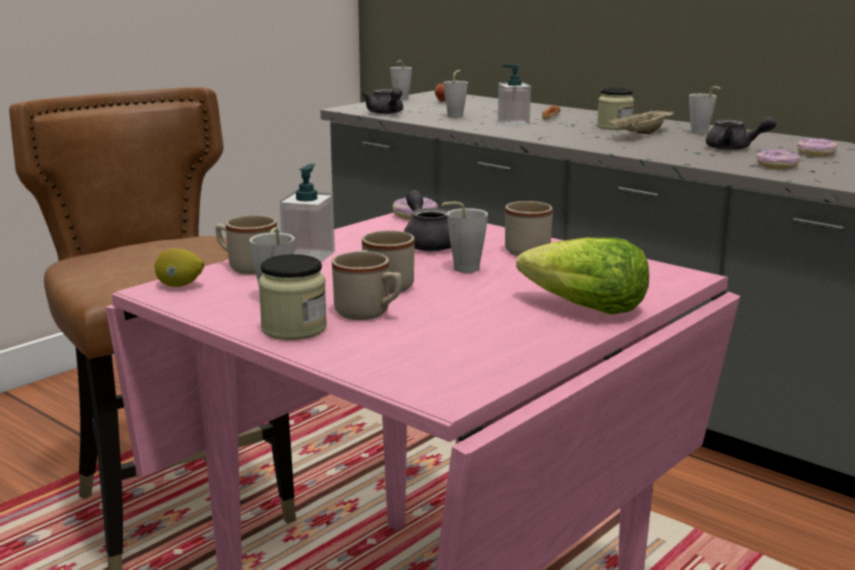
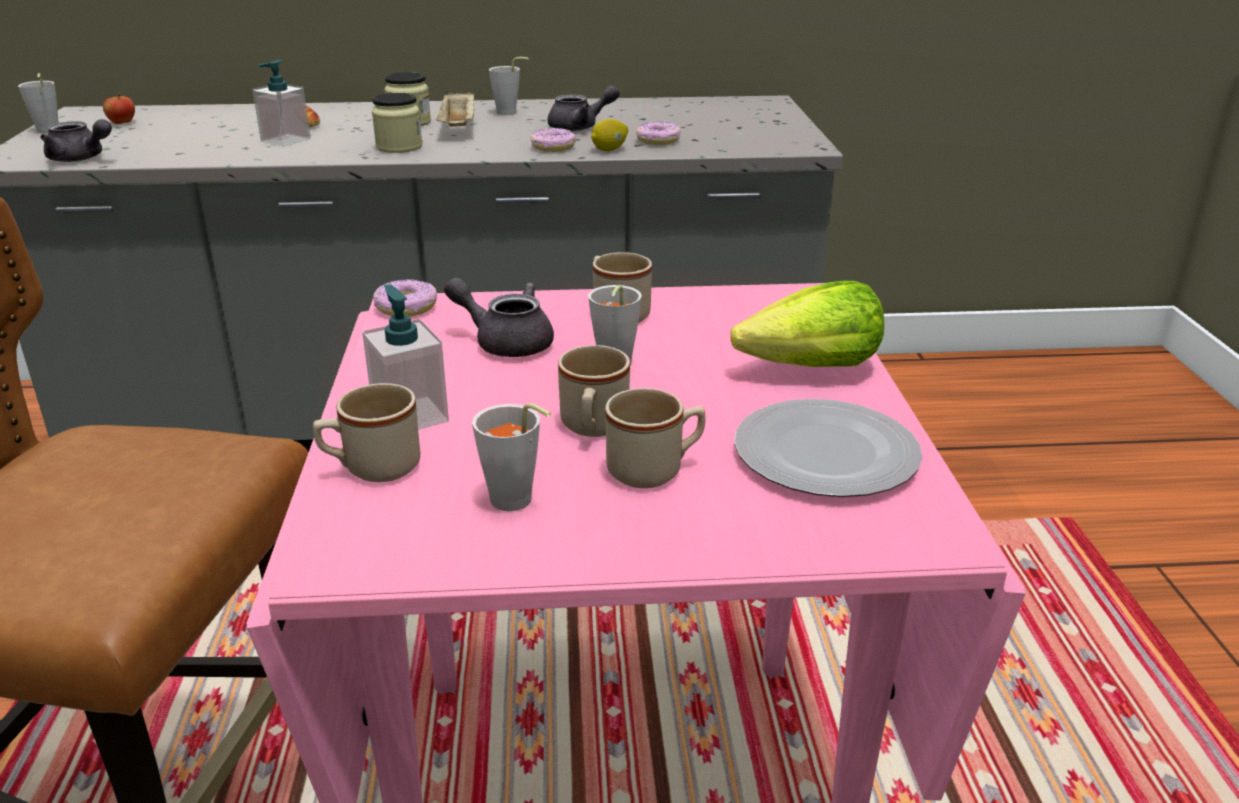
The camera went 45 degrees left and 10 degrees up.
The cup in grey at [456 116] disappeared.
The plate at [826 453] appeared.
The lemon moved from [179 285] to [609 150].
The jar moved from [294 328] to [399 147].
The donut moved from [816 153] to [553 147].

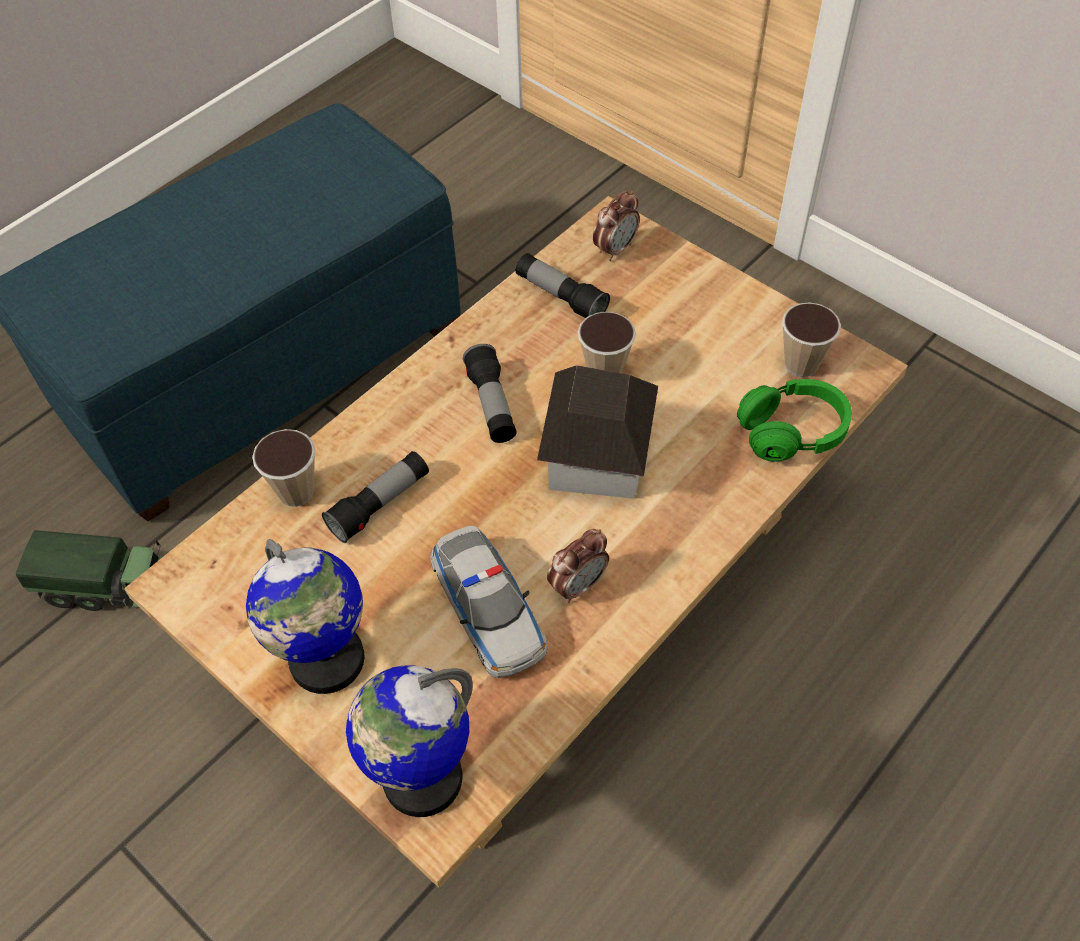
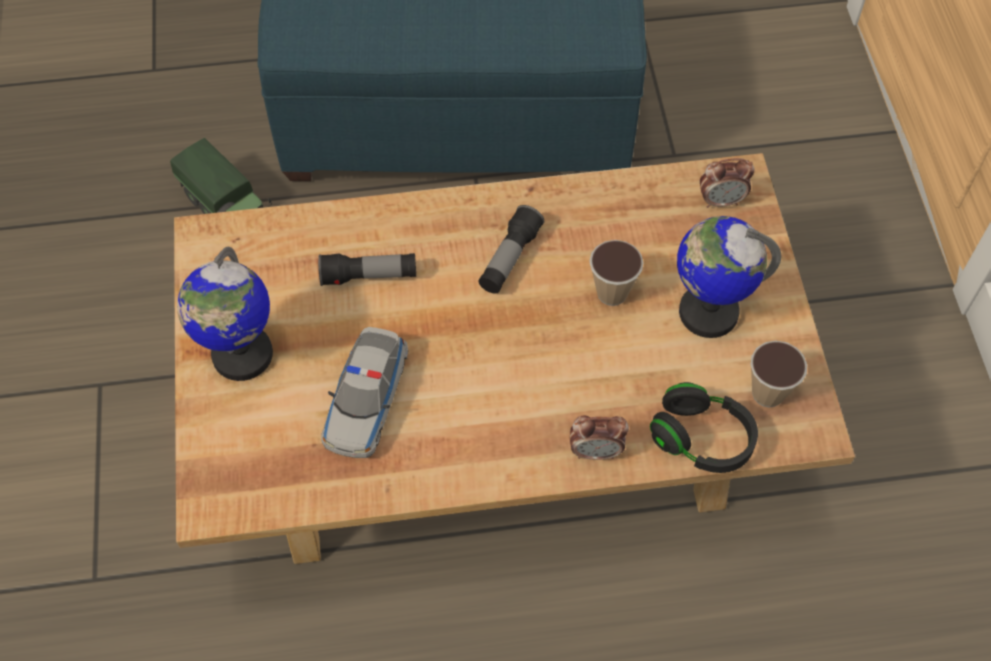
The camera went 40 degrees right and 5 degrees up.
The cup at [296 492] disappeared.
The flashlight at [561 297] disappeared.
The toy house at [596 460] disappeared.
The globe moved from [421 778] to [707 311].
The alarm clock moved from [578 585] to [596 451].
The headphones in green at [792 433] became the headphones in black at [702 439].

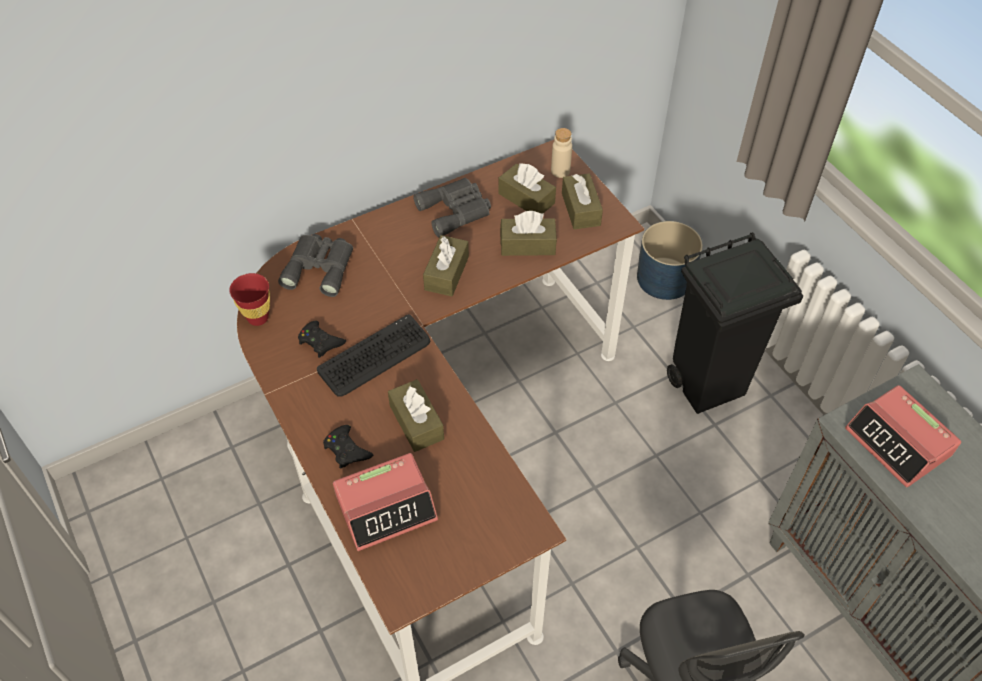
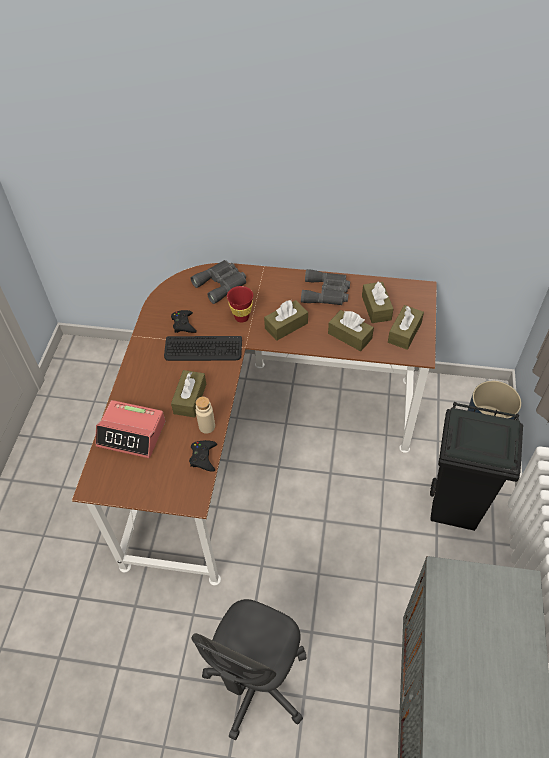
The camera went 40 degrees right and 0 degrees up.
The alarm clock at [898 443] disappeared.
The cup in red moved from [258 318] to [242 317].
The game controller in black moved from [346 450] to [203 457].
The bottle in beige moved from [560 171] to [207 426].

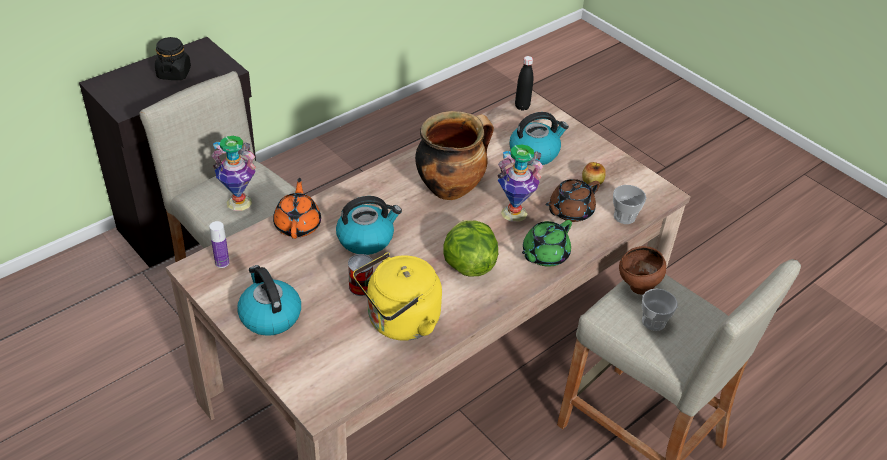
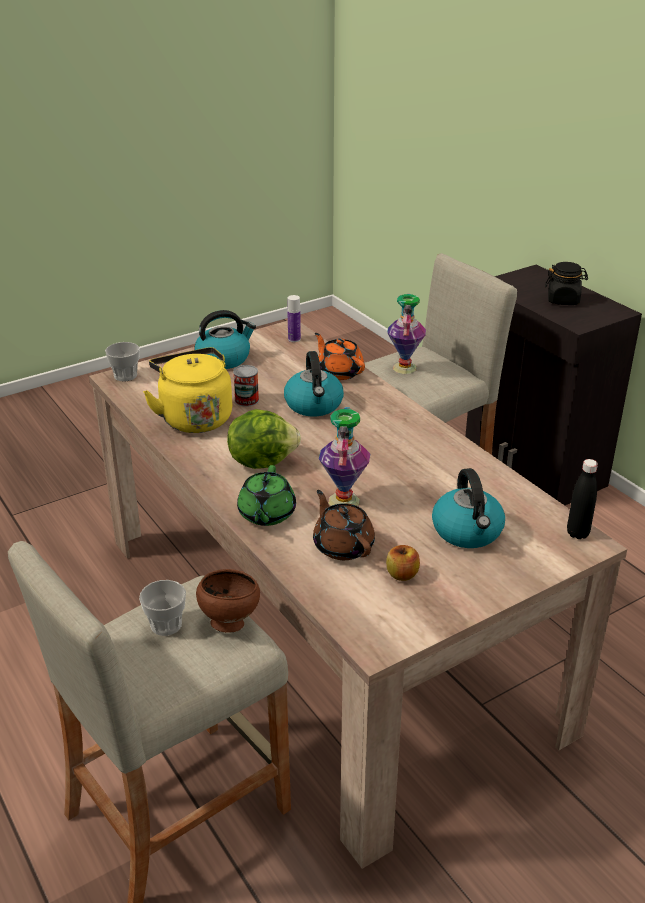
The camera went 100 degrees right and 10 degrees down.
The cooking pot at [450 188] disappeared.
The cup moved from [624 217] to [125 376].
The teapot in orange at [298 225] turned 135 degrees counterclockwise.
The teapot in green at [544 255] turned 135 degrees counterclockwise.

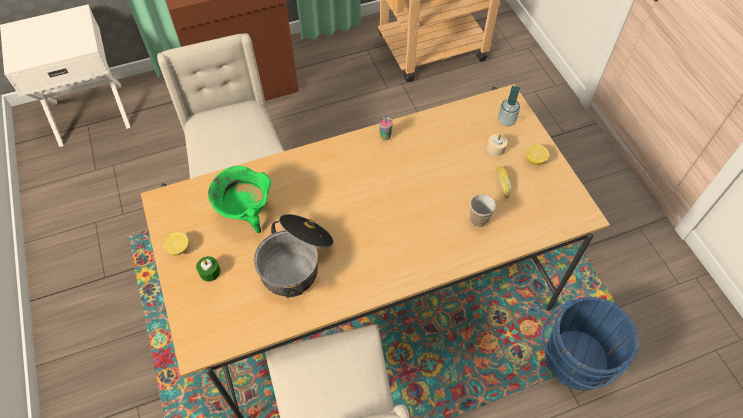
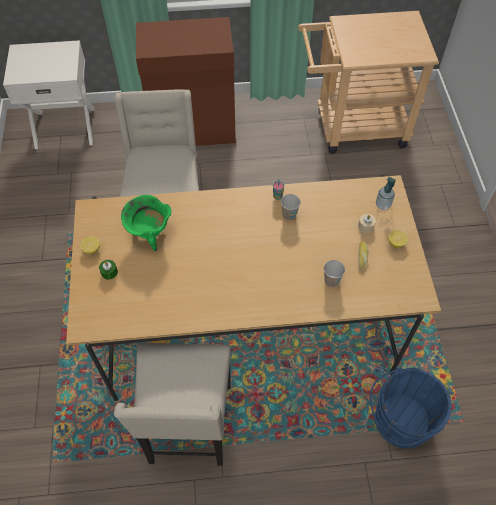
The camera went 15 degrees right and 0 degrees up.
The cooking pot at [296 261] disappeared.
The cup at [289 215] appeared.

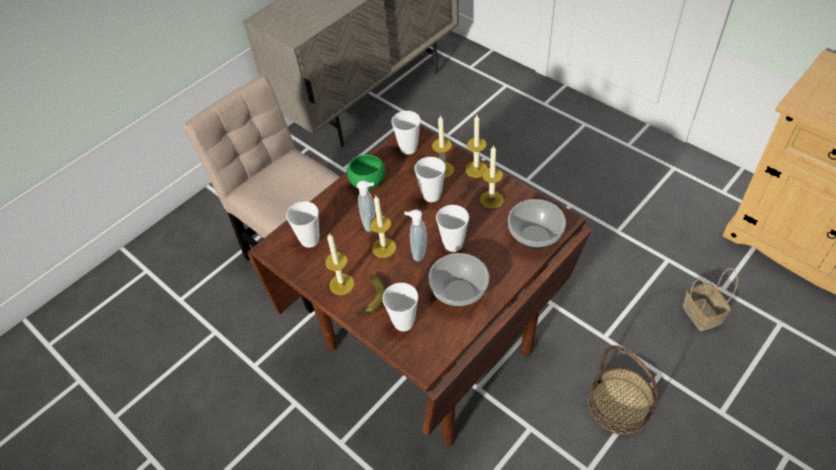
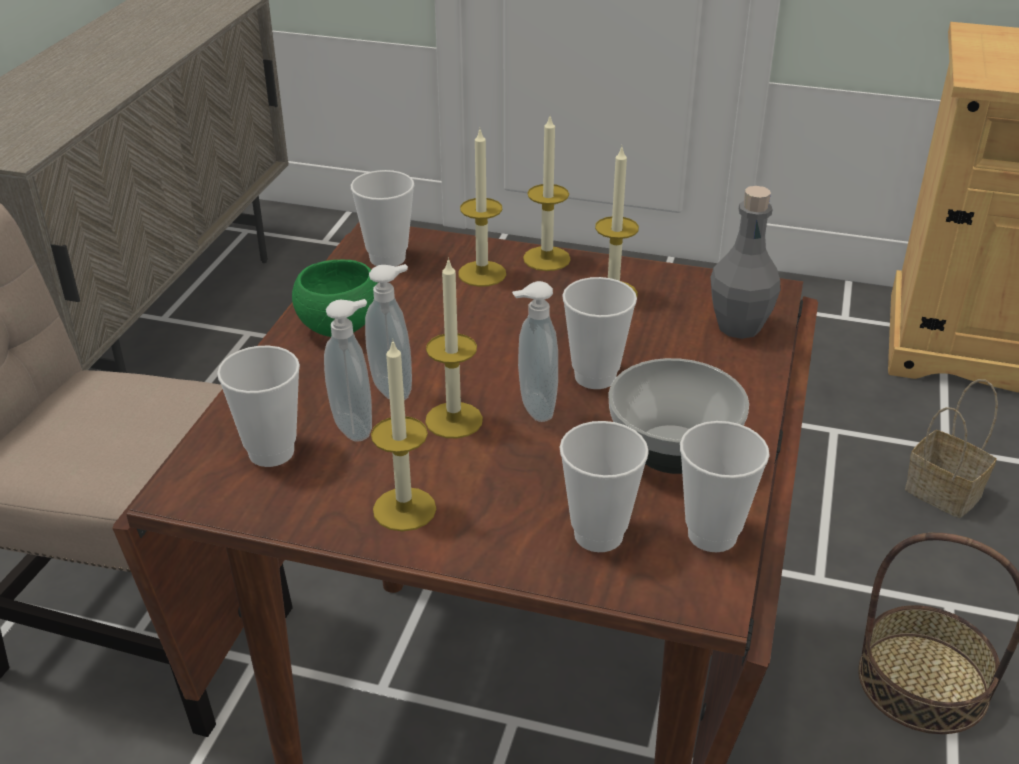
The camera went 30 degrees left and 15 degrees down.
The banana at [372 300] disappeared.
The soap dispenser at [355 426] appeared.
The cup moved from [431 195] to [712 535].
The bowl at [534 237] was replaced by the bottle in grey at [739 327].

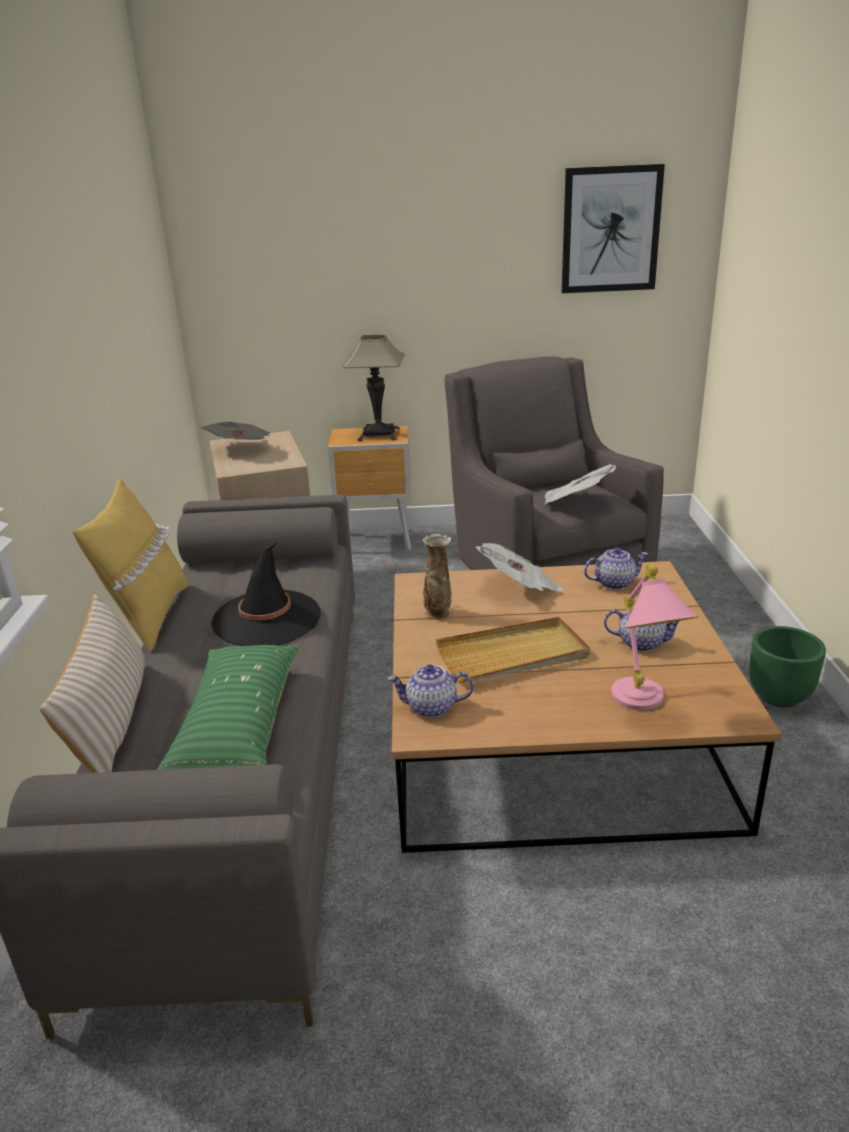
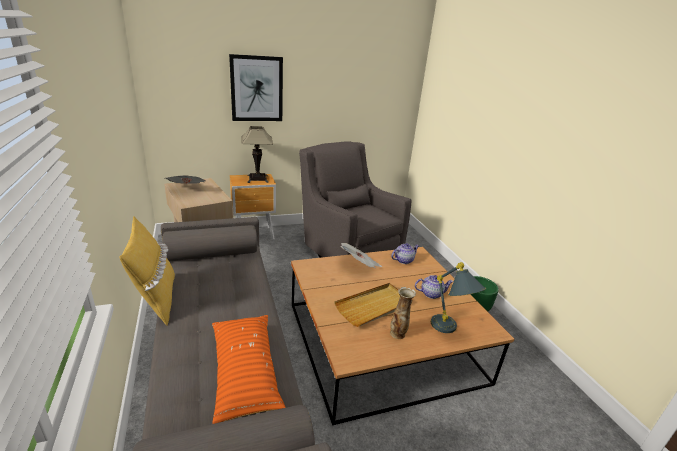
The camera went 20 degrees left and 0 degrees up.
The pillow in beige at [112 721] disappeared.
The hat in black at [267 619] disappeared.
The teapot at [431 708] disappeared.
The newspaper at [575 502] disappeared.
The vase moved from [438 613] to [398 334].
The picture moved from [610 230] to [256 89].
The pillow in green at [238 726] became the pillow in orange at [245 372].
The table lamp in pink at [644 706] became the table lamp in grey at [449 330].

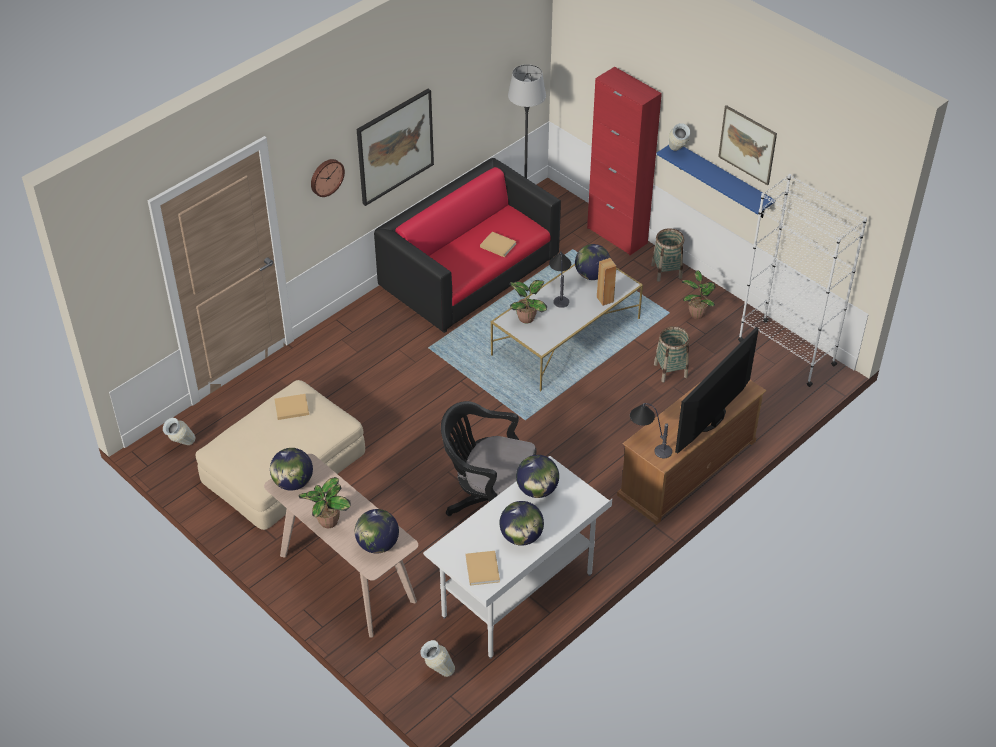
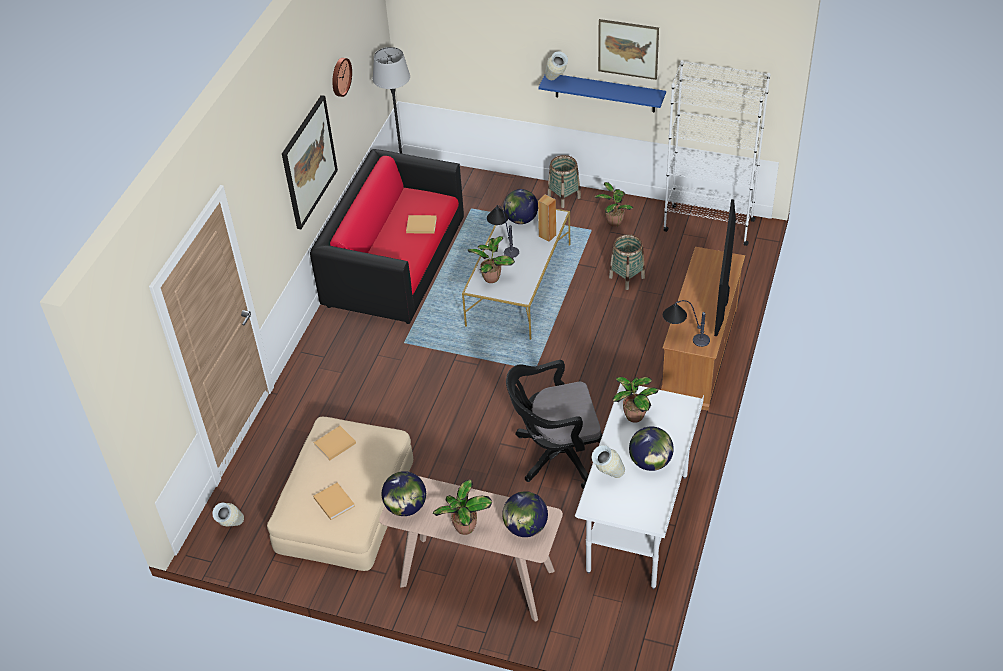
The camera went 25 degrees left and 0 degrees up.
The cabinet in red at [617 235] disappeared.
The wall clock moved from [326 177] to [340 76].
The vase moved from [437 671] to [607 477].
The book in beige moved from [482 568] to [333 501].
The globe at [537 490] was replaced by the potted plant at [633 416].

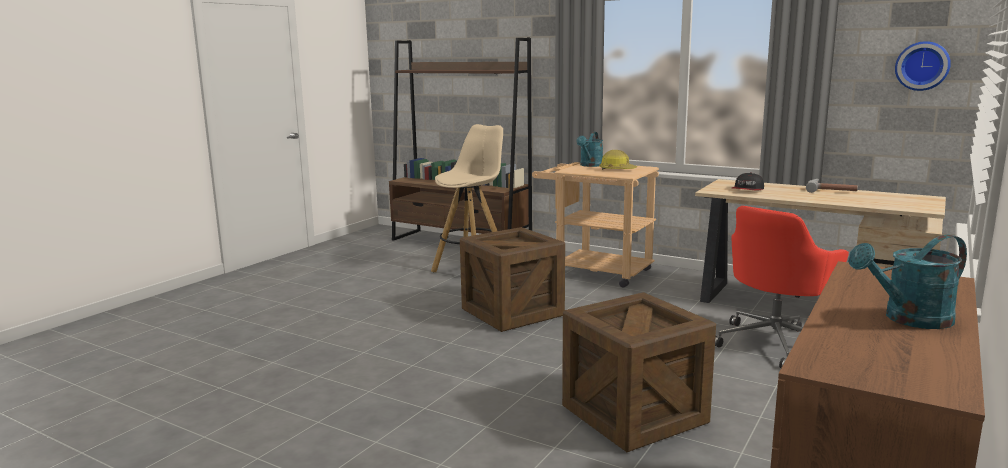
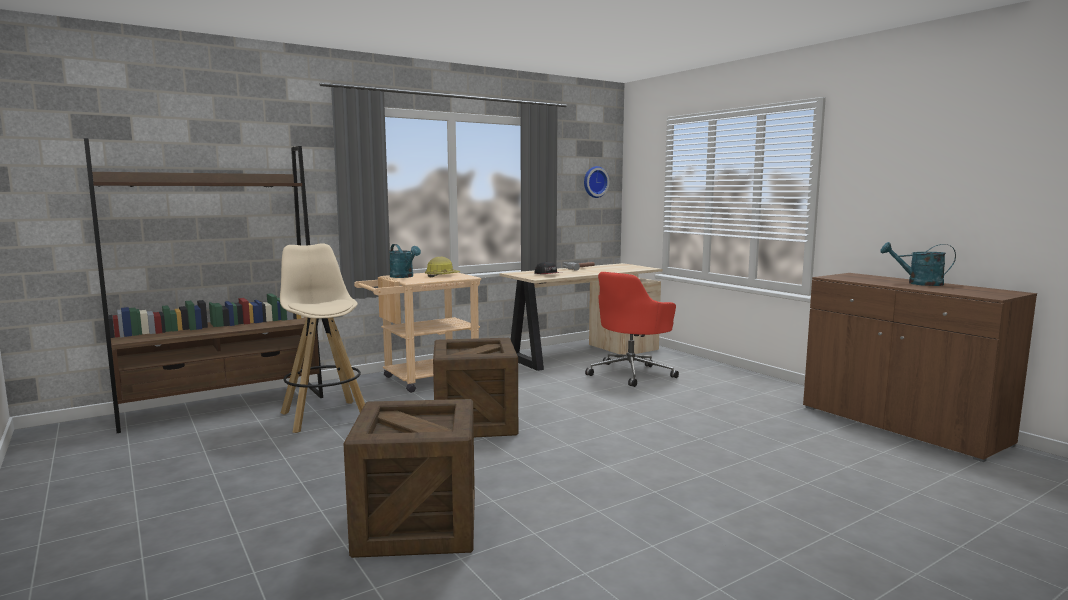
The camera went 65 degrees left and 5 degrees down.
The crate moved from [634 414] to [417 525].
The office chair in red at [775 343] turned 60 degrees clockwise.
The watering can in turquoise at [909 319] turned 105 degrees clockwise.

